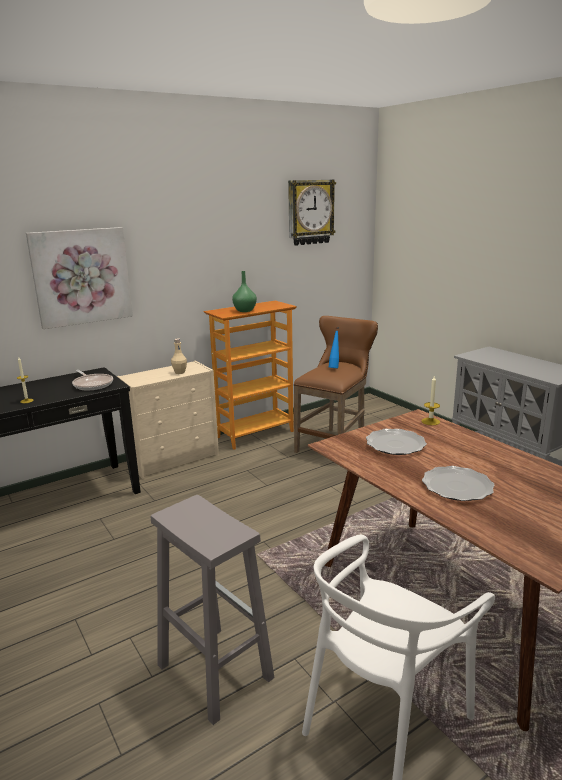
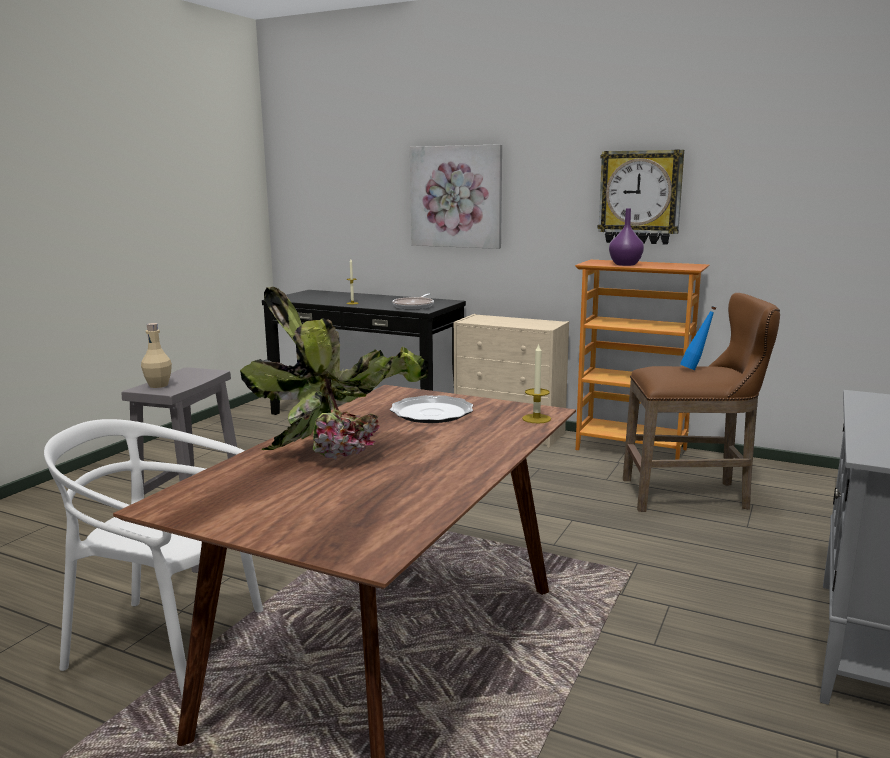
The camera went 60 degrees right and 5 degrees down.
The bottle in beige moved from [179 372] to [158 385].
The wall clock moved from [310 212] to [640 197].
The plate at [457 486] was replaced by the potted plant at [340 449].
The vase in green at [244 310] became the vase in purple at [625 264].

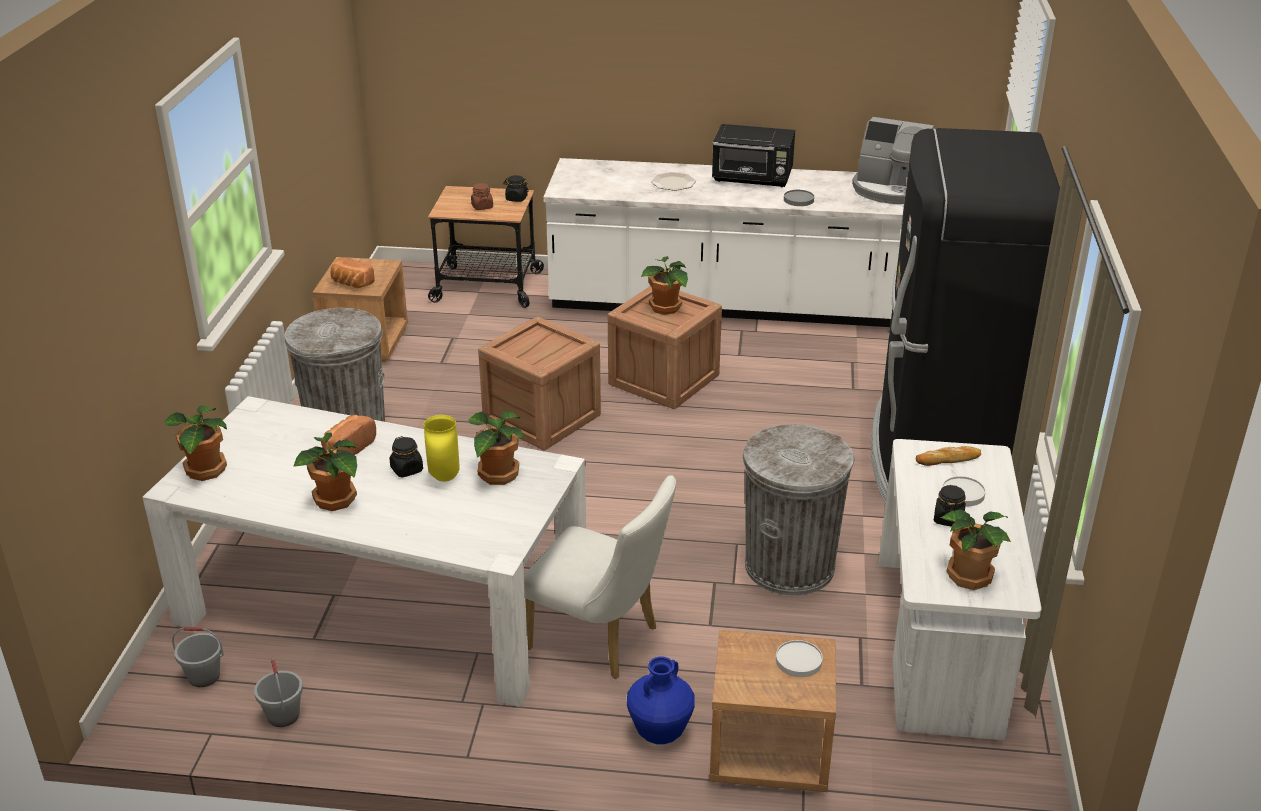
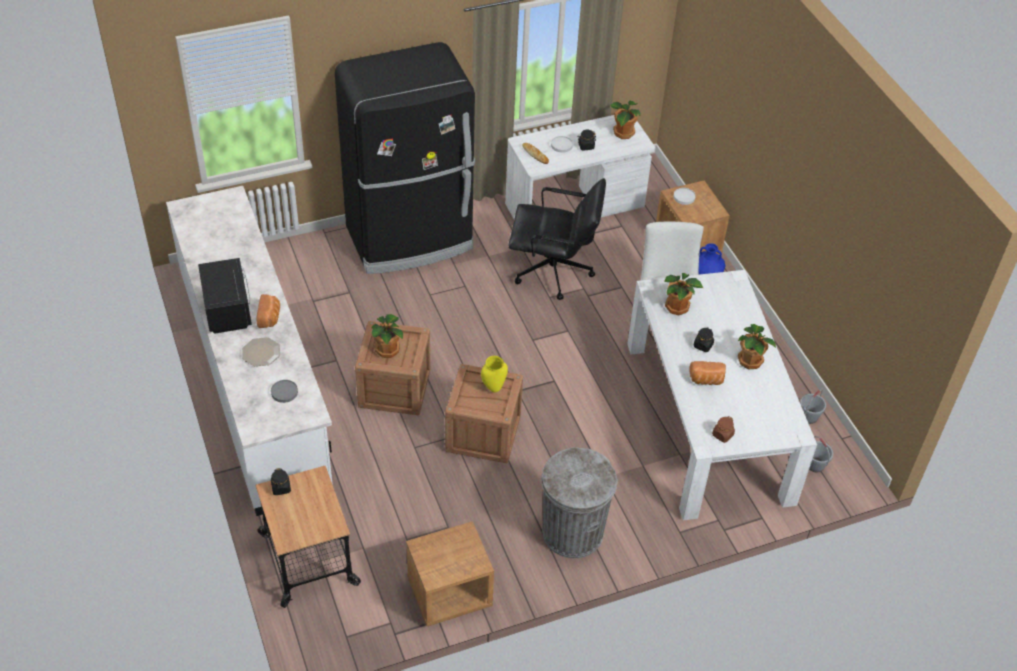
The camera went 120 degrees left and 15 degrees up.
The potted plant at [204 471] disappeared.
The coffee machine at [889 189] disappeared.
The bread moved from [351 284] to [270 317].
The vase in yellow moved from [443 477] to [493 388].
The jar in brown moved from [482 206] to [722 435].
The plate in grey moved from [798 200] to [284 392].
The trash can in grey at [789 566] was replaced by the office chair in black at [553 272].

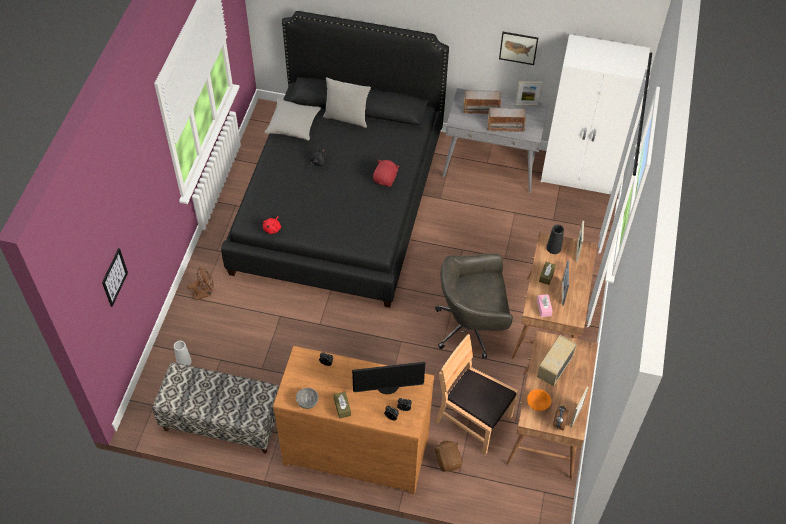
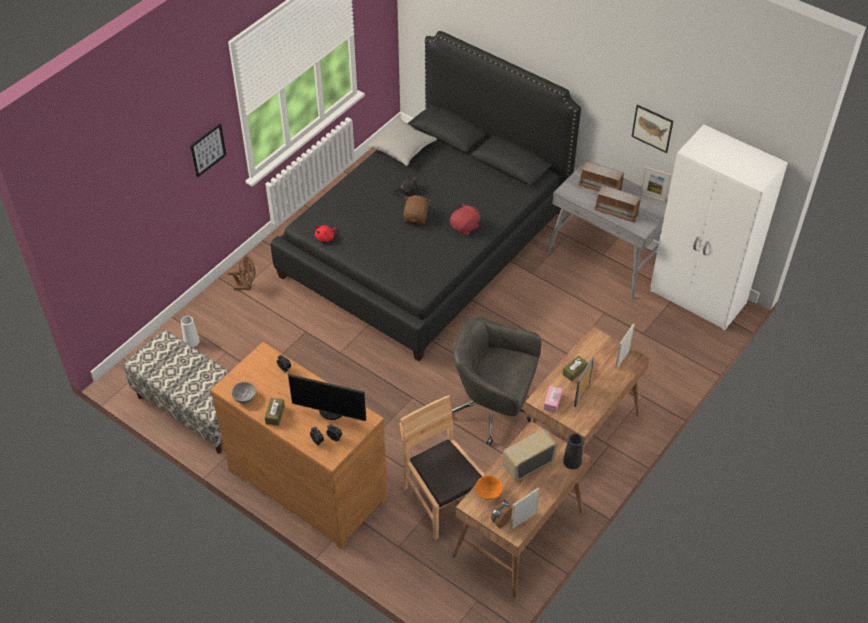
The camera went 25 degrees right and 5 degrees down.
The pillow in grey at [346 118] disappeared.
The picture moved from [114 277] to [208 150].
The plush toy in brown moved from [448 460] to [416 217].
The vase in black moved from [553 248] to [572 461].

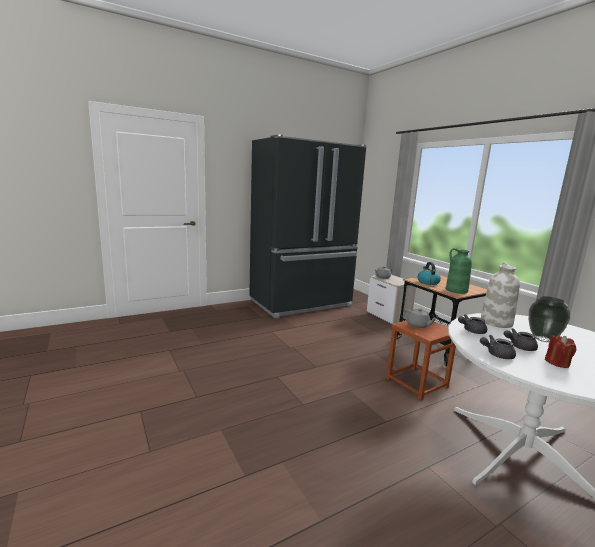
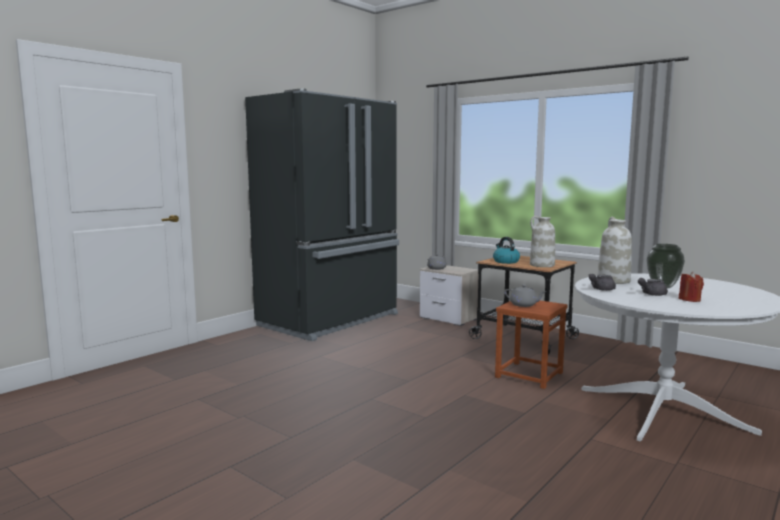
The camera went 20 degrees left and 5 degrees down.
The teapot in grey at [496 355] disappeared.
The vase in green at [456 290] became the vase in white at [541 265].

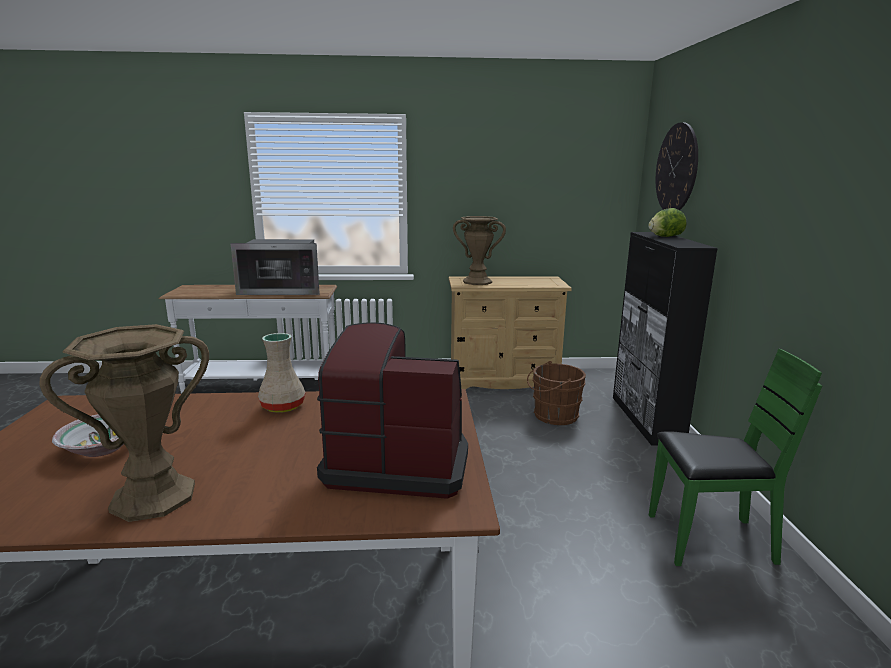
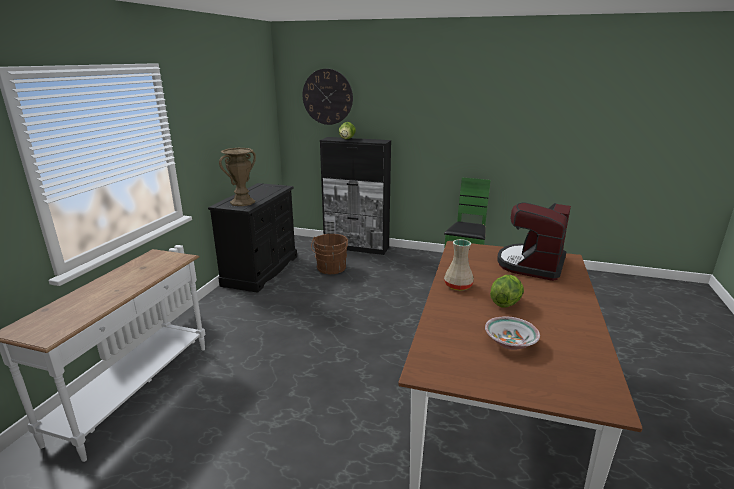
The camera went 70 degrees left and 5 degrees up.
The vase in brown at [153 497] disappeared.
The microwave at [282 290] disappeared.
The lettuce at [505 303] appeared.
The dresser in beige at [503 379] became the dresser in black at [261 270].

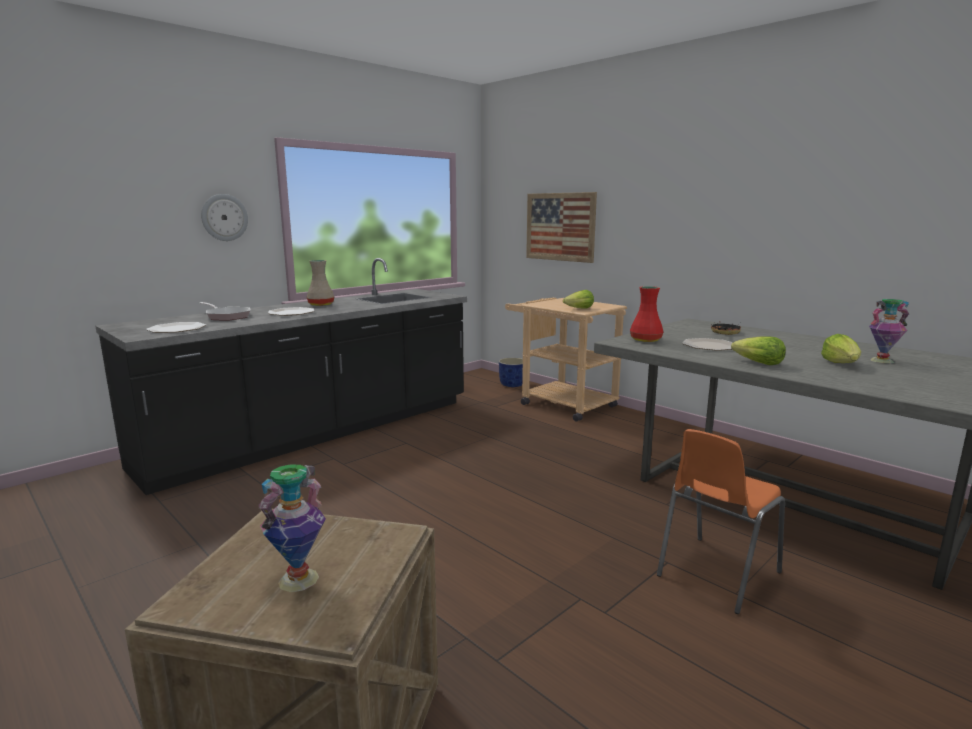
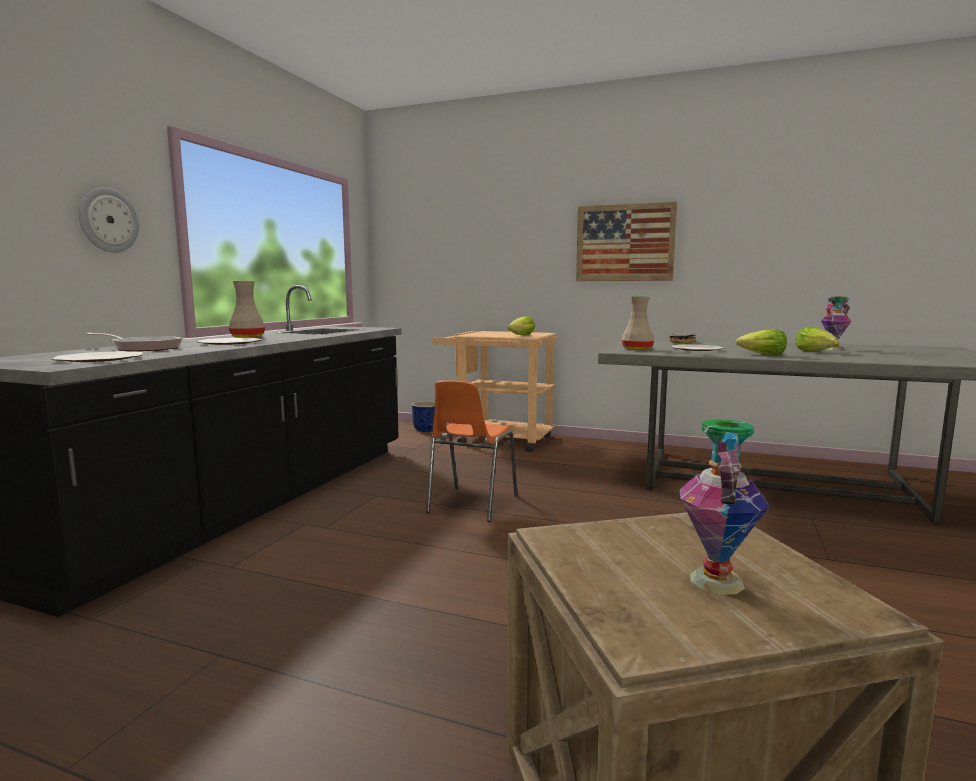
The camera went 25 degrees left and 5 degrees down.
The picture moved from [560 227] to [625 243].
The chair in orange moved from [715 574] to [470 504].
The vase in red at [646 340] became the vase in beige at [637 349].

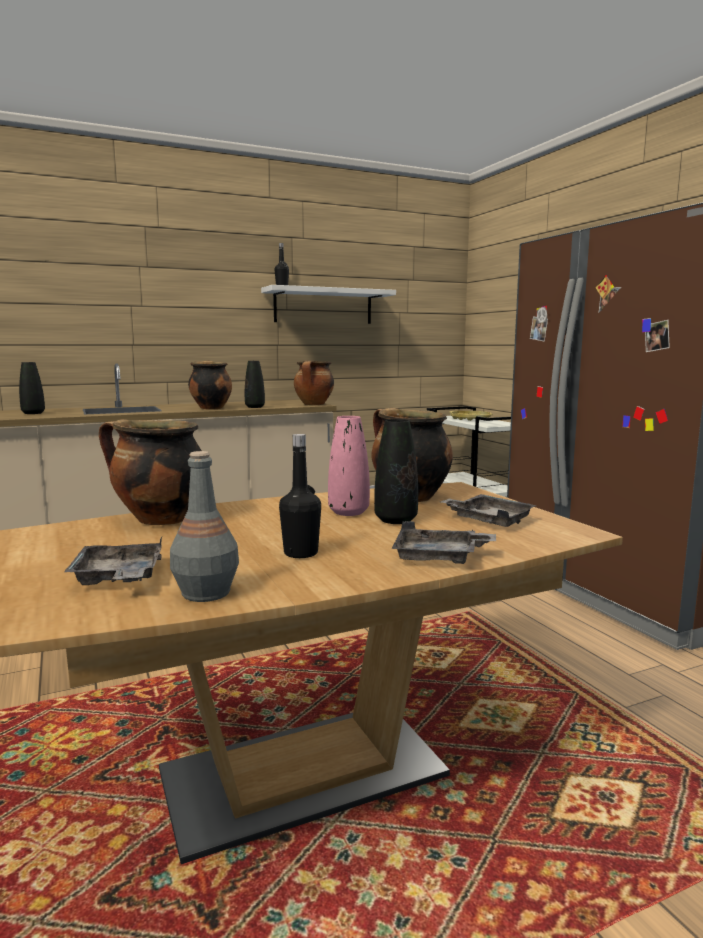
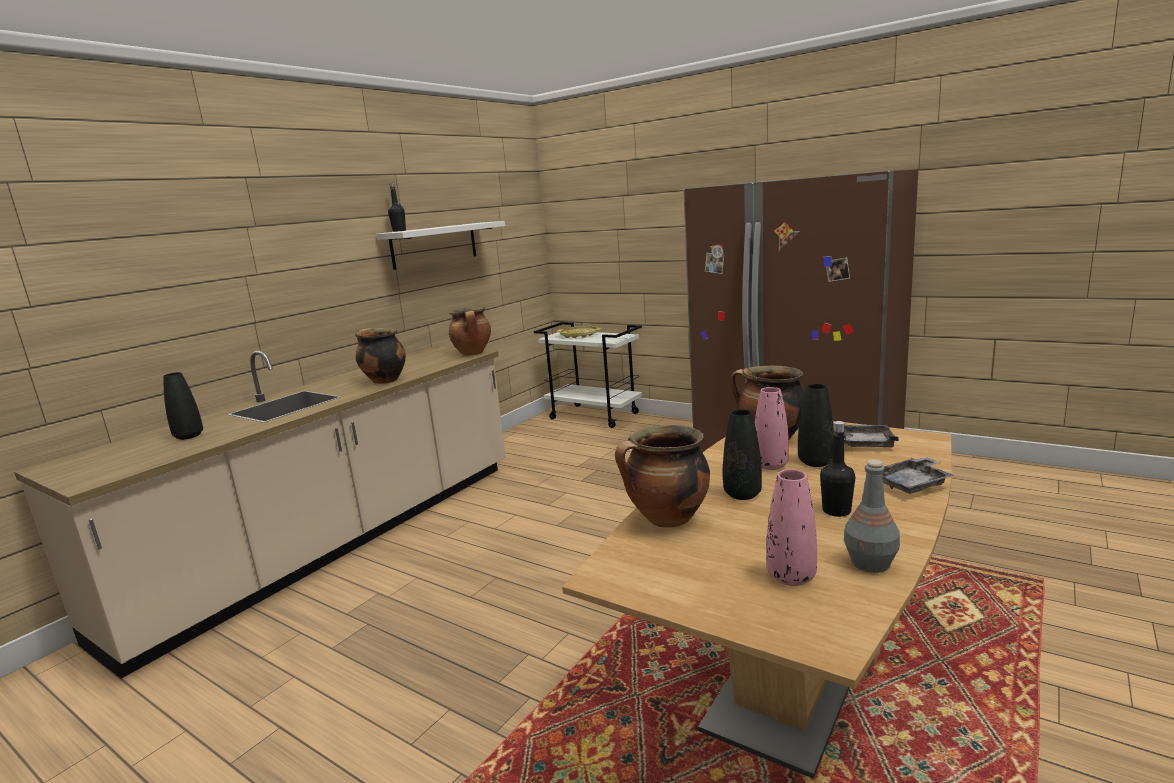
The camera went 30 degrees left and 5 degrees up.
The vase in black moved from [255 407] to [742 494].
The tray in grey at [118 578] was replaced by the vase in pink at [791 577].

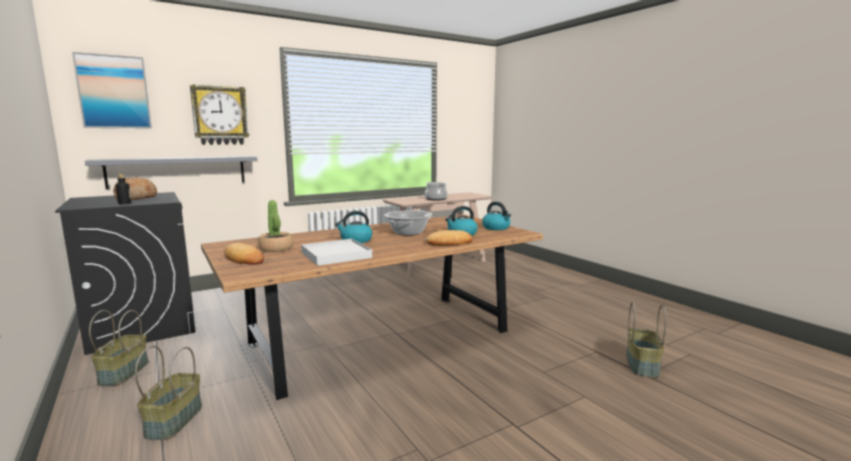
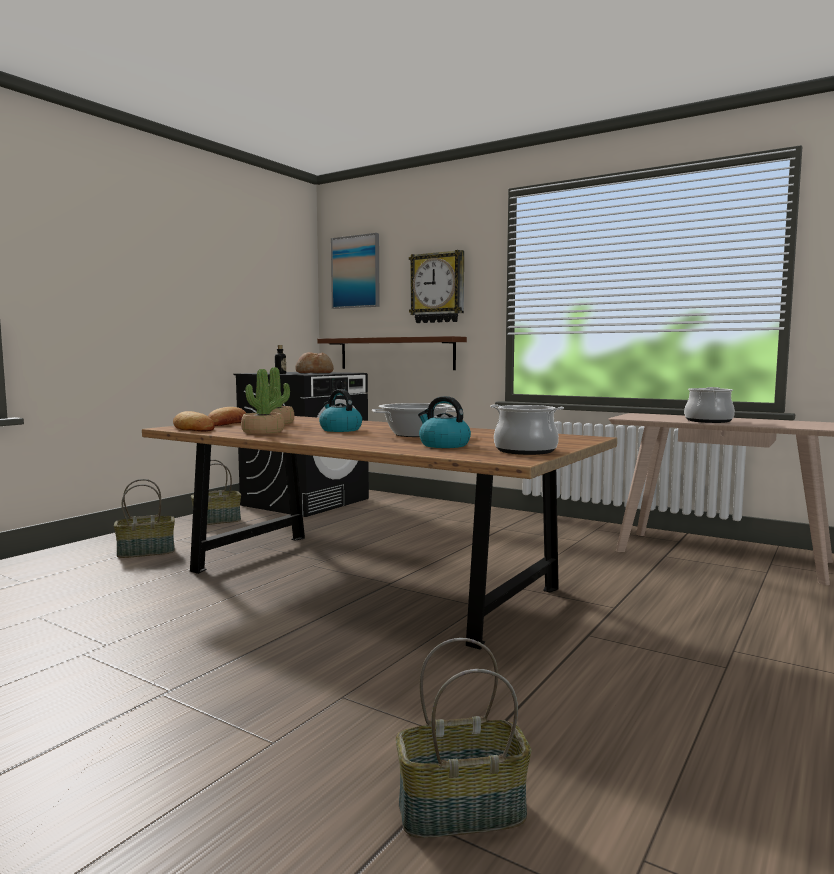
The camera went 65 degrees right and 5 degrees down.
The bread moved from [449 243] to [193 428].
The tray in white at [336 255] was replaced by the potted plant at [263 432].
The kettle at [496 228] was replaced by the cooking pot at [525 451].
The shelf in grey at [178 171] became the shelf in brown at [396 353].

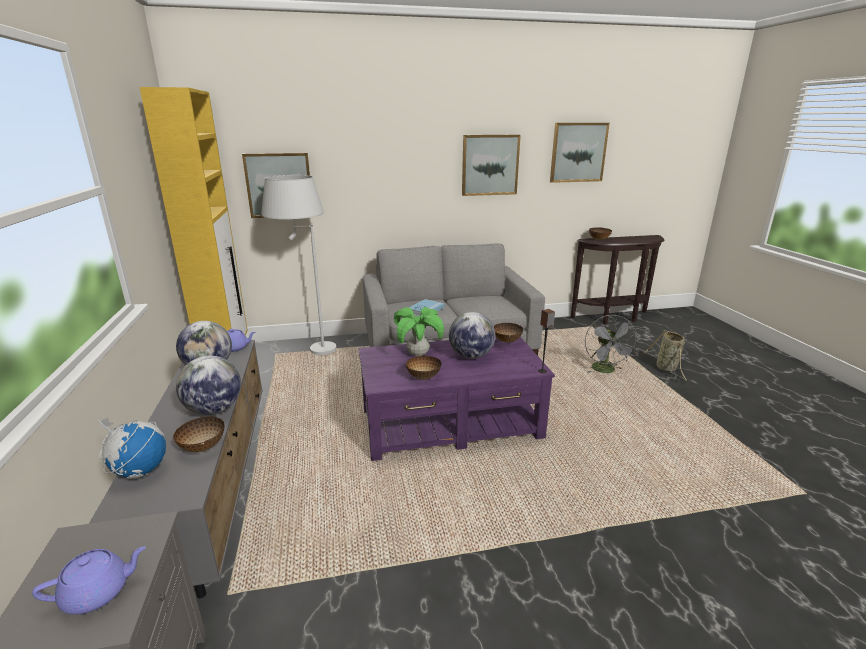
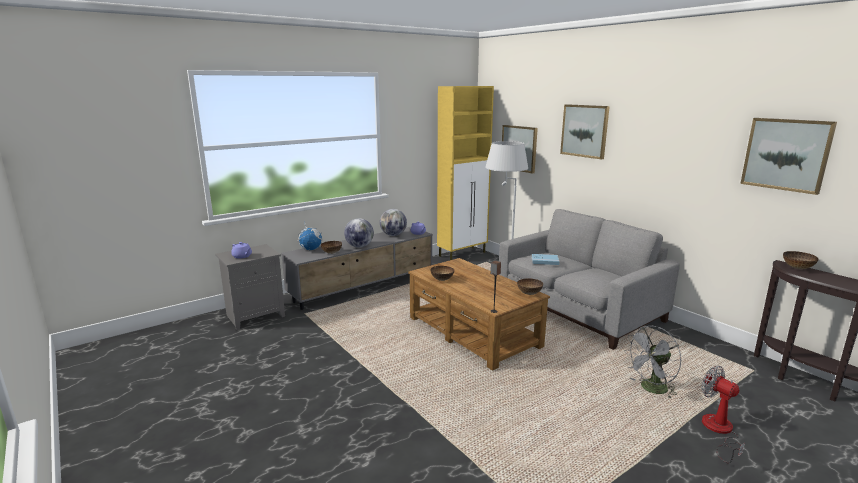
The camera went 65 degrees right and 5 degrees down.
The potted plant at [418 354] disappeared.
The globe at [471 356] disappeared.
The picture moved from [490 165] to [584 131].
The basket at [667 369] was replaced by the fan at [719 431].
The coffee table in purple at [451 423] became the coffee table in brown at [473 332].

